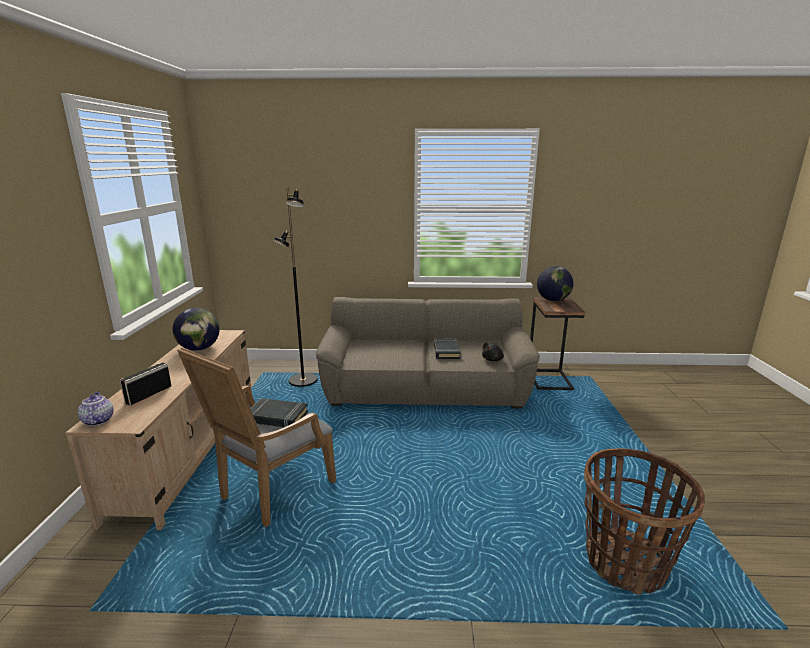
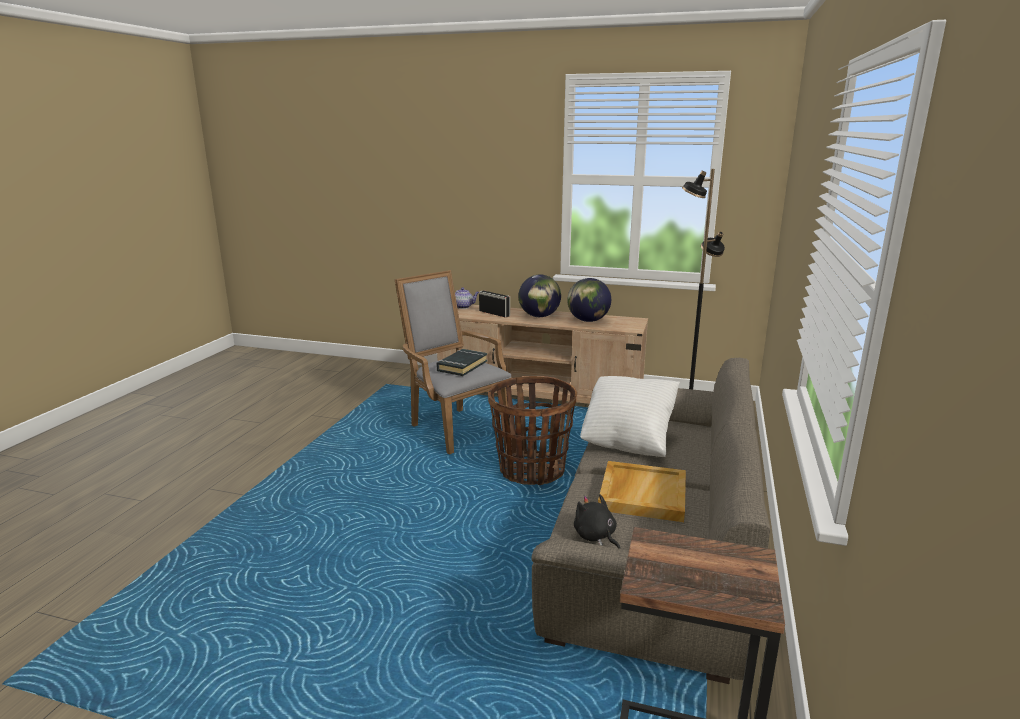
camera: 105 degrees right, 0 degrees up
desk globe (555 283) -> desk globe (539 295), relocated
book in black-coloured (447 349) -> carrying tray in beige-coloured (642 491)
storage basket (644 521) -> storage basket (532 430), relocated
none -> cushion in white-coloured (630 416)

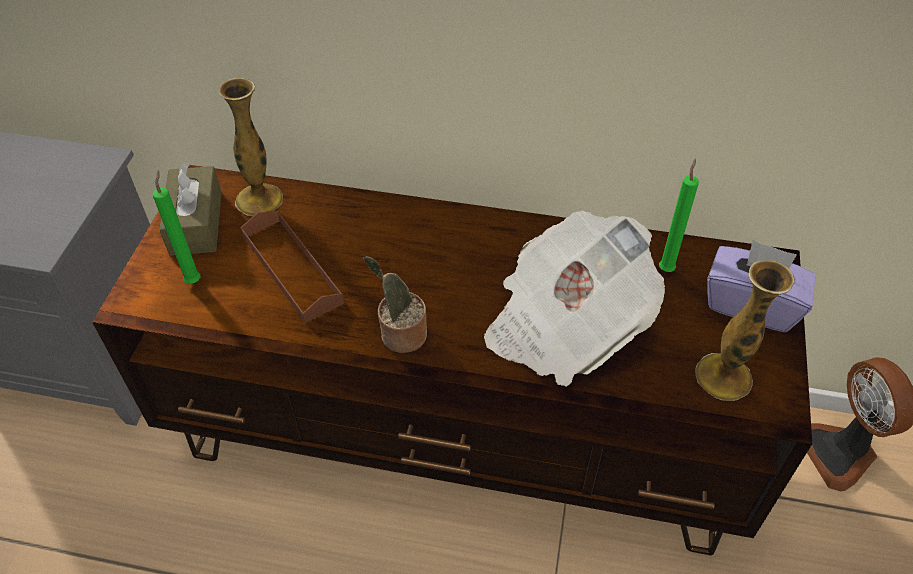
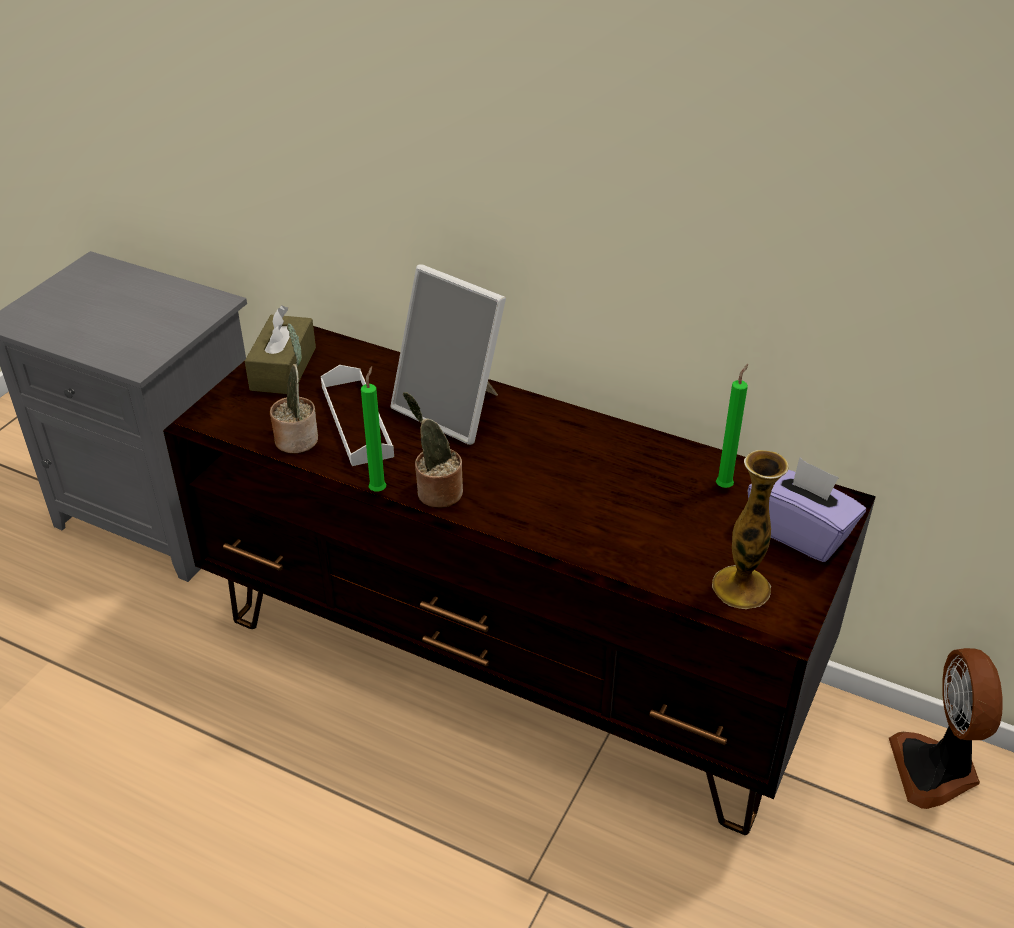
camera: 15 degrees right, 10 degrees down
decorative vase (251 147) -> none
wax candle in green (176 227) -> wax candle in green (373 429), relocated
daily paper (574 298) -> none
carrying tray in brown-coloured (292 267) -> carrying tray in white-coloured (357 415)
none -> photo frame (448 354)
none -> houseplant (294 388)

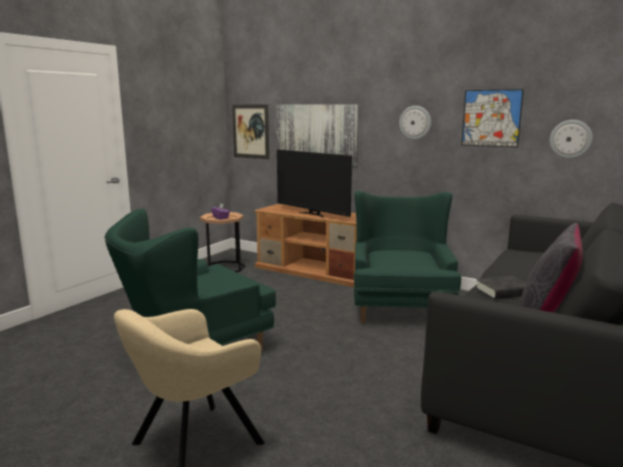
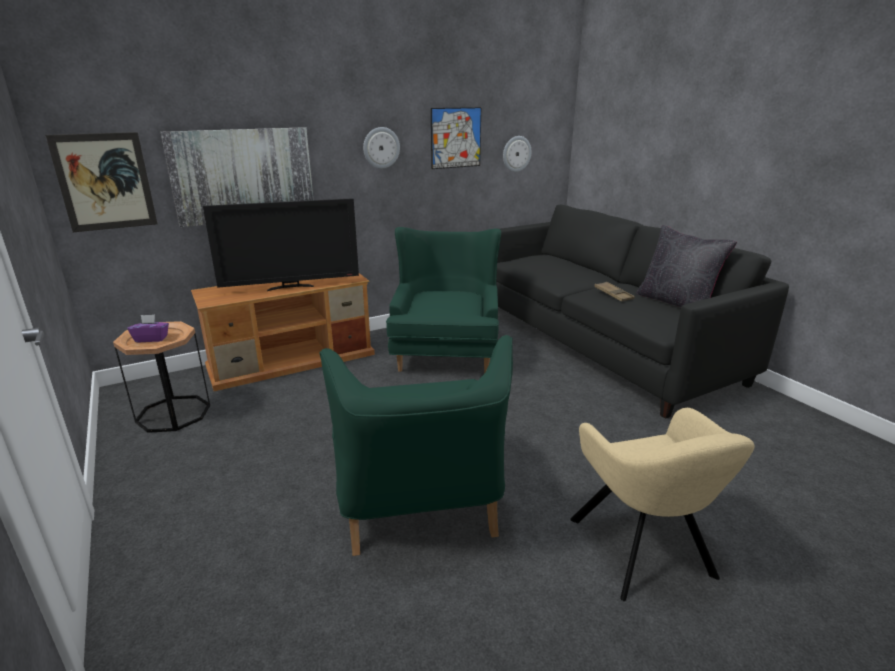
camera: 60 degrees left, 10 degrees up
easy chair in green (408 257) -> easy chair in green (443 300), 60 degrees clockwise
book in black-coloured (501 287) -> carrying tray in brown-coloured (614 292)

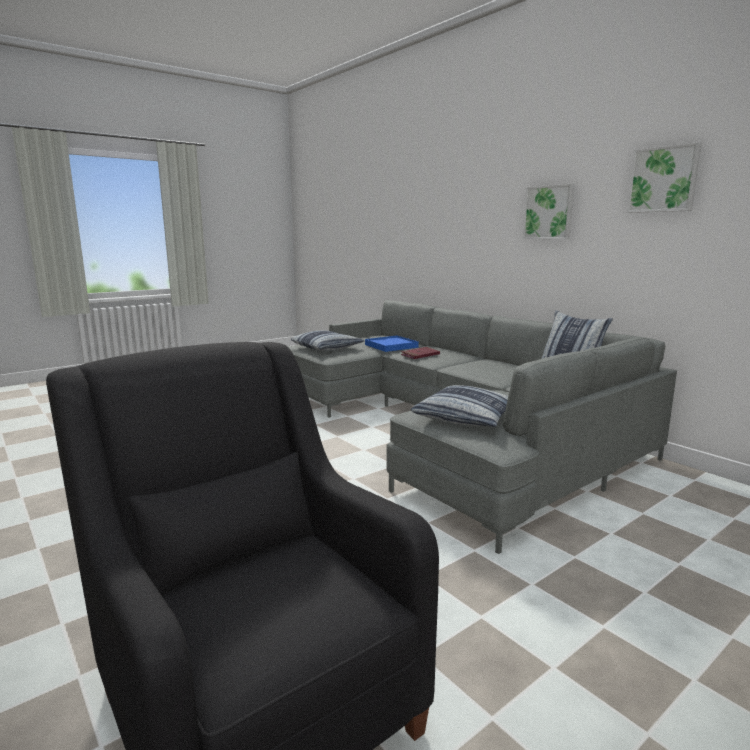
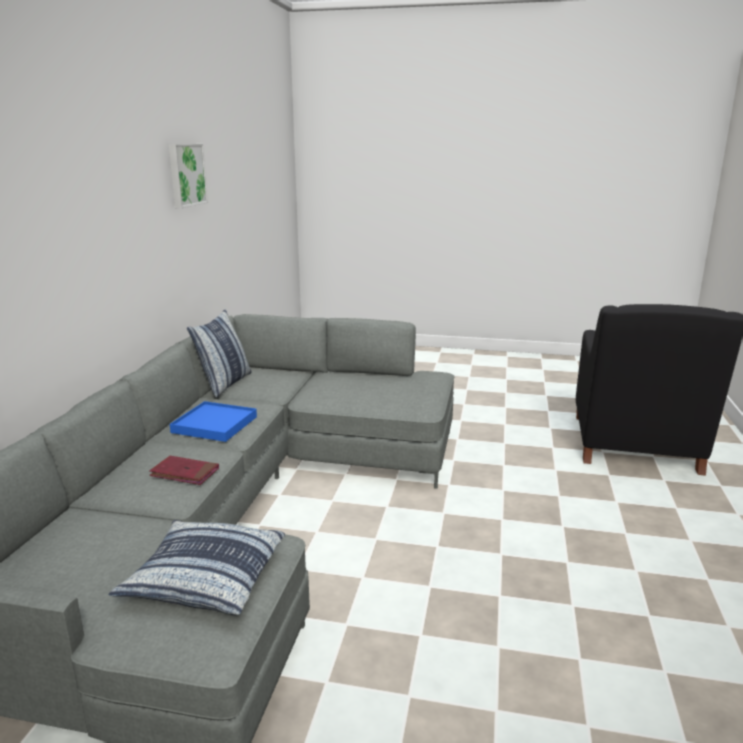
camera: 130 degrees left, 5 degrees up
wall picture (549 211) -> none
carrying tray in blue-coloured (392 344) -> carrying tray in blue-coloured (213 421), relocated
cushion (459 406) -> none

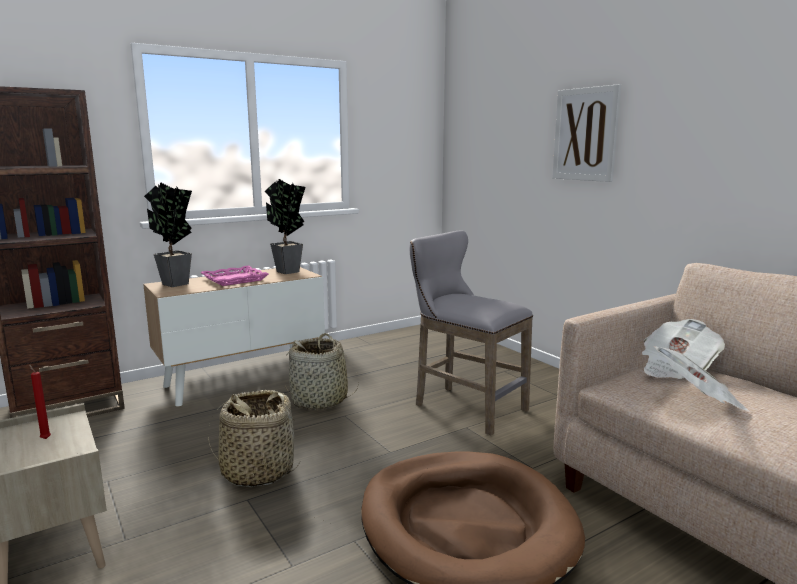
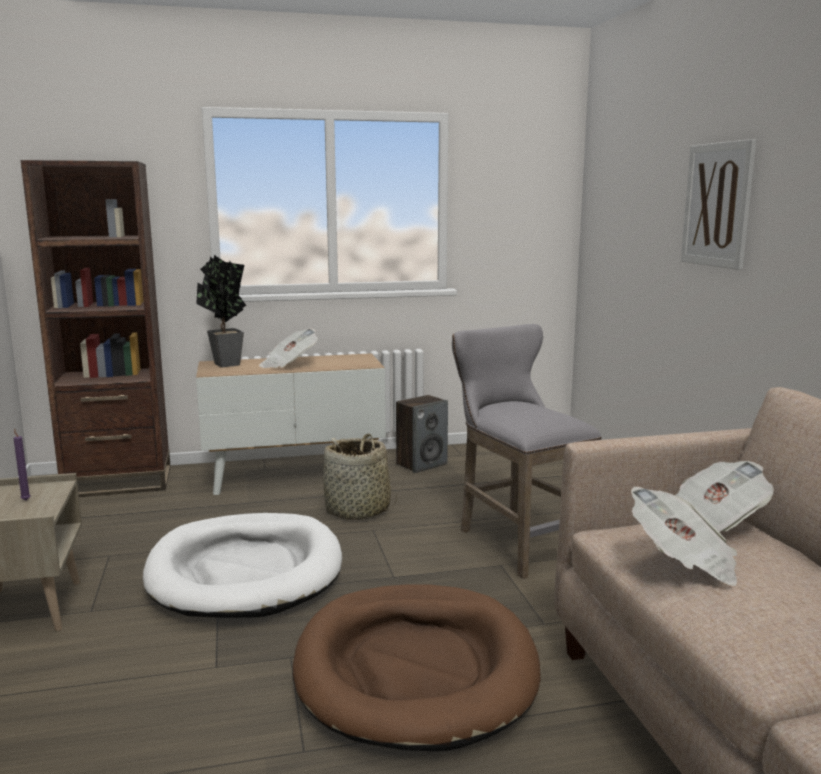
camera: 20 degrees right, 0 degrees up
houseplant (285 226) -> none
carrying tray in pinkish (234 275) -> daily paper (288 348)
wax candle in red-coloured (40 401) -> wax candle in purplish (22 464)
storage basket (254 438) -> dog bed in white-coloured (242 565)
none -> audio speaker (422 434)

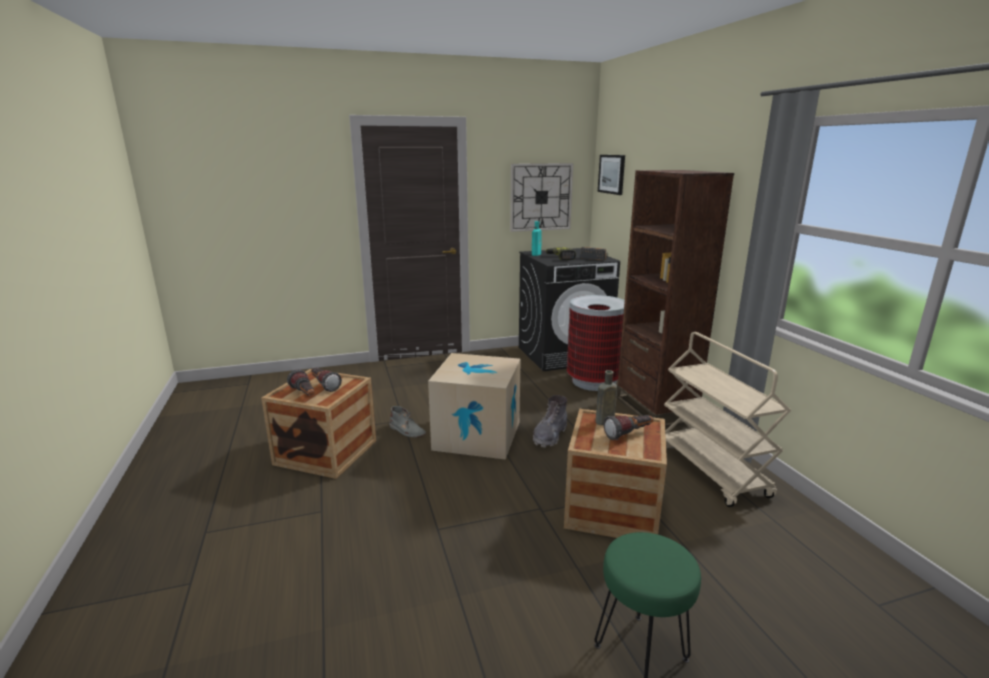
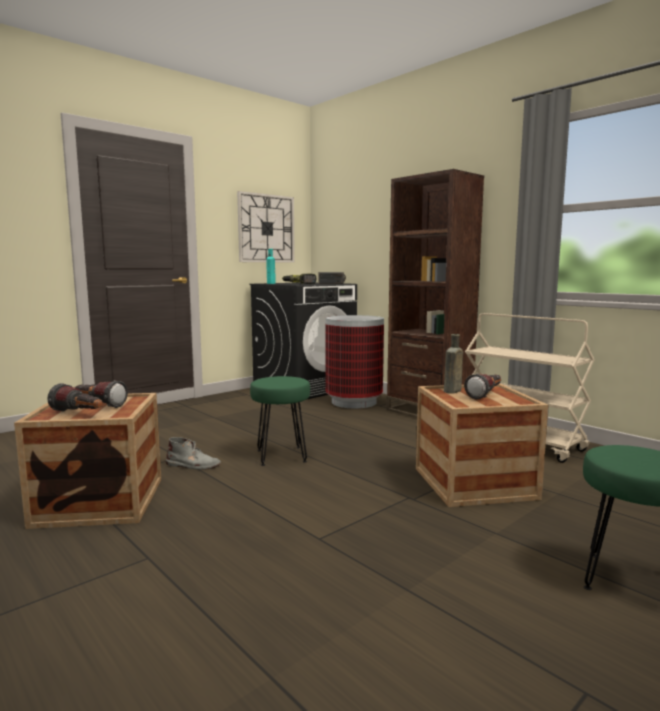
camera: 25 degrees left, 10 degrees down
wall picture (611 175) -> none
packing box (474 406) -> sitting stool in green (280 421)
high-top boot in greyish (550 421) -> none

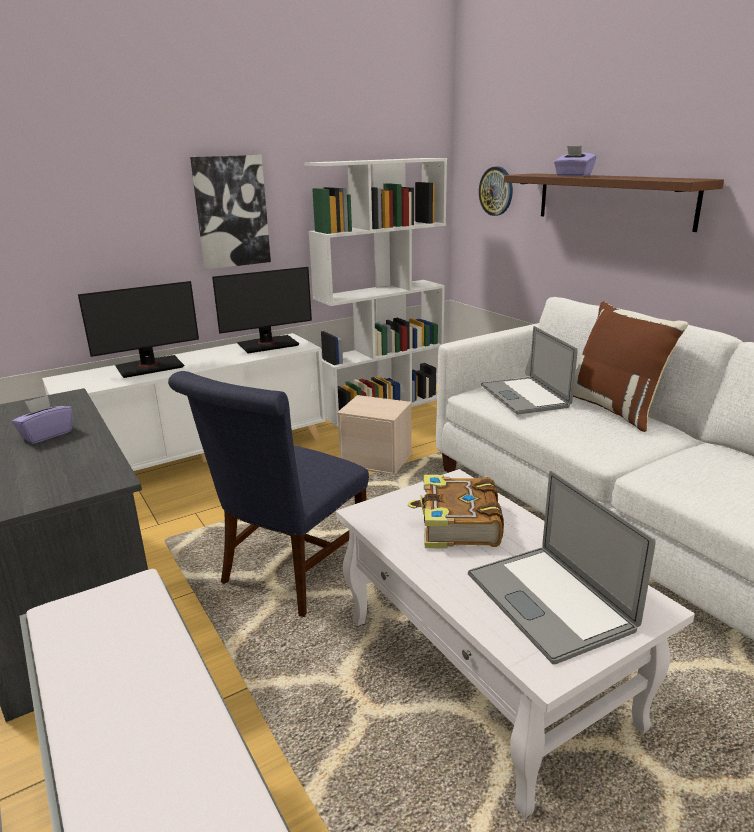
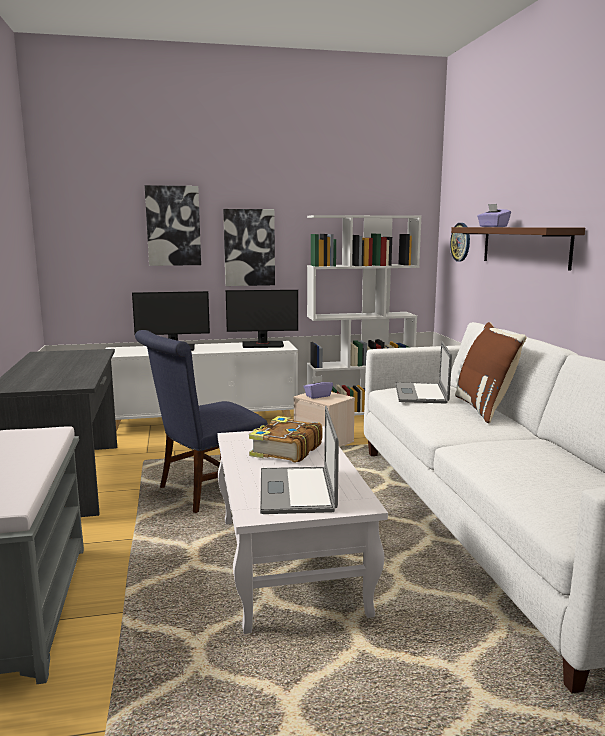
camera: 20 degrees right, 10 degrees down
tissue box in purplish (42 419) -> tissue box in purplish (318 387), relocated
none -> wall picture (173 225)

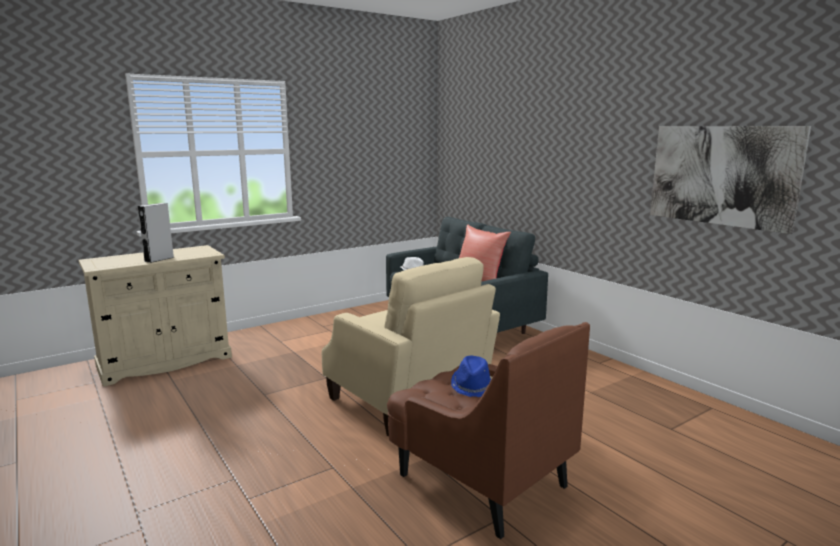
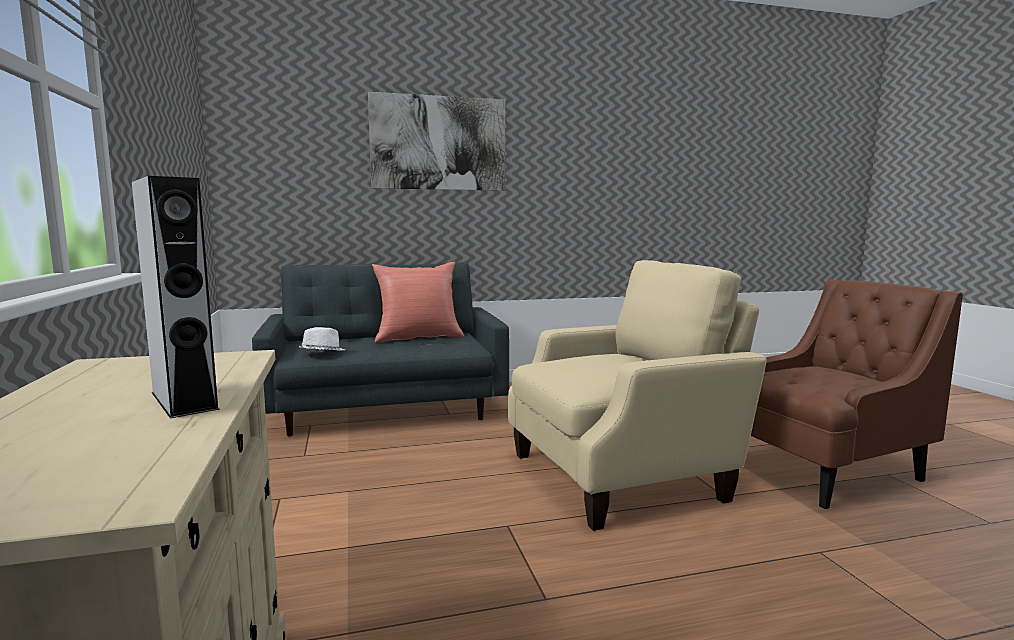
camera: 70 degrees left, 5 degrees down
wall picture (730 180) -> wall picture (436 141), relocated
wearable hat in blue-coloured (471 376) -> none

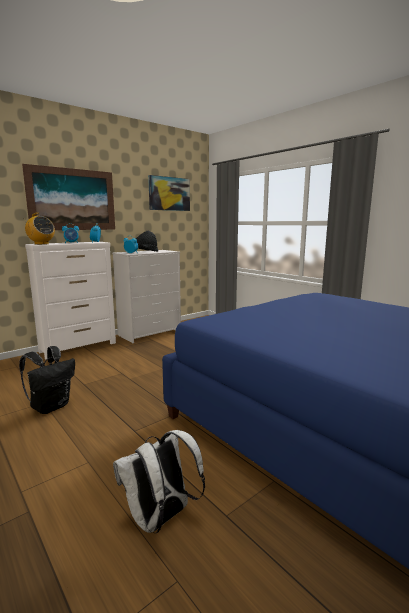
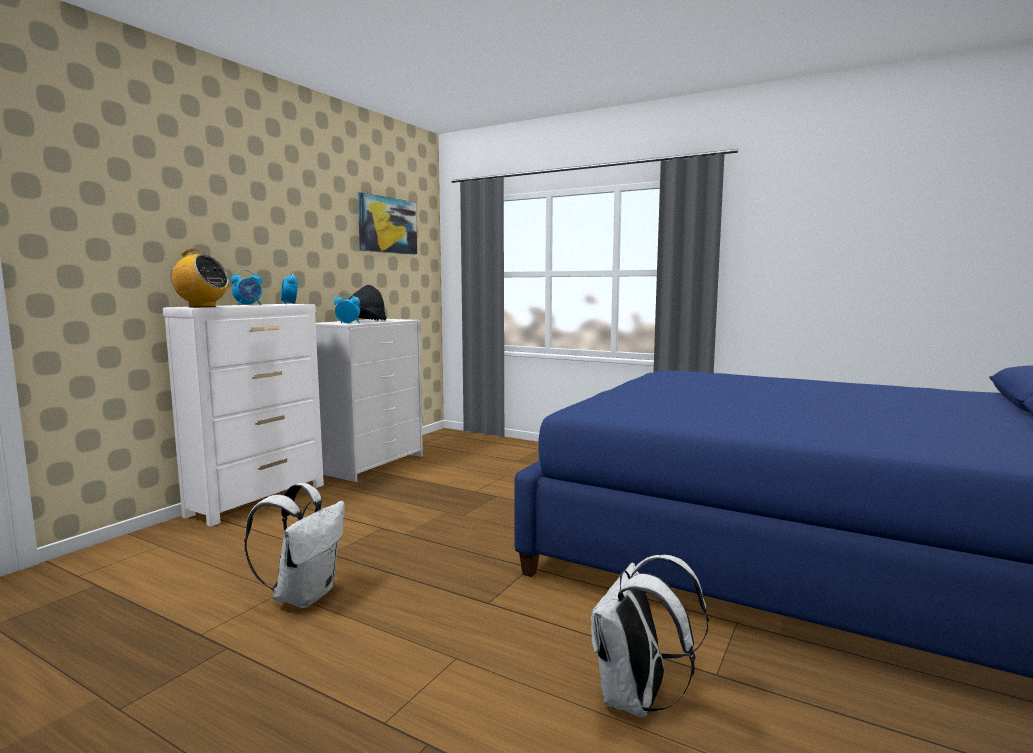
camera: 20 degrees left, 5 degrees down
wall picture (68 197) -> none
rucksack in black-coloured (47 380) -> rucksack in white-coloured (294 545)

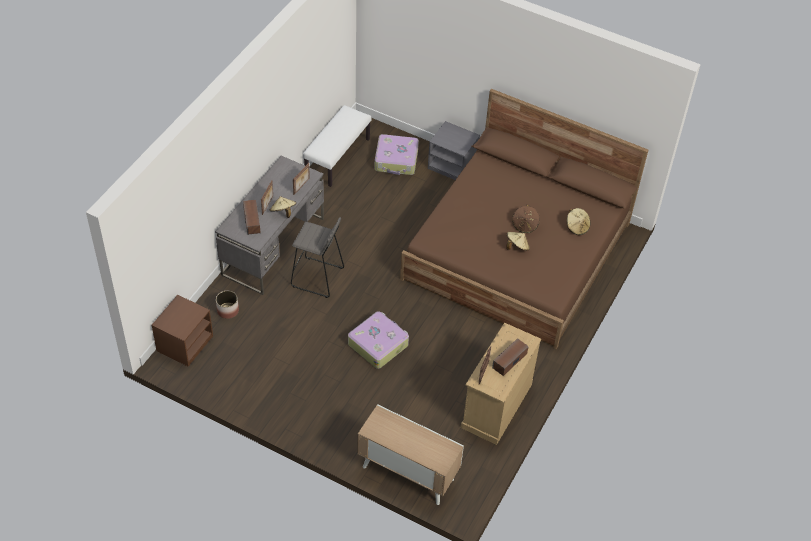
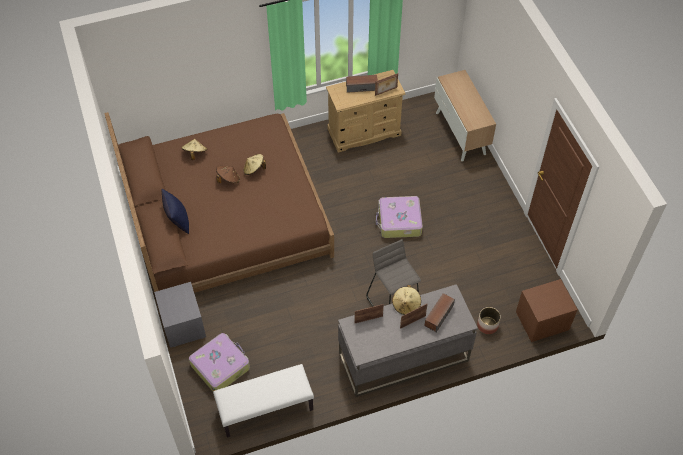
camera: 135 degrees left, 5 degrees up
none -> cushion in blue-coloured (175 211)

